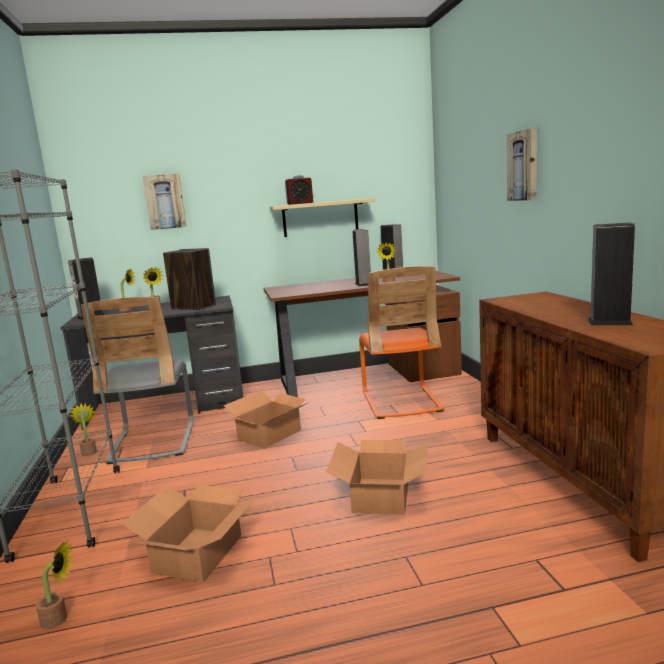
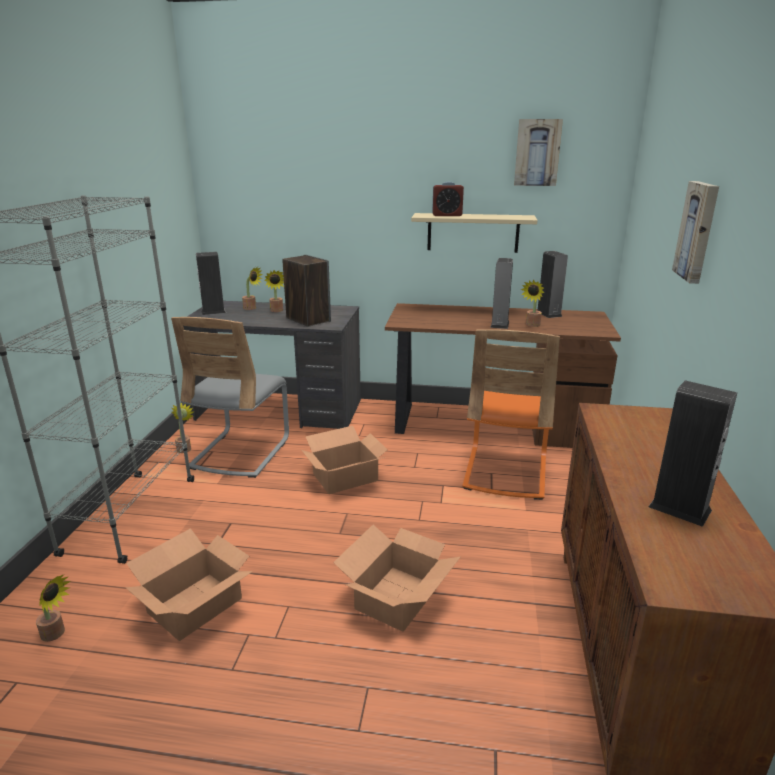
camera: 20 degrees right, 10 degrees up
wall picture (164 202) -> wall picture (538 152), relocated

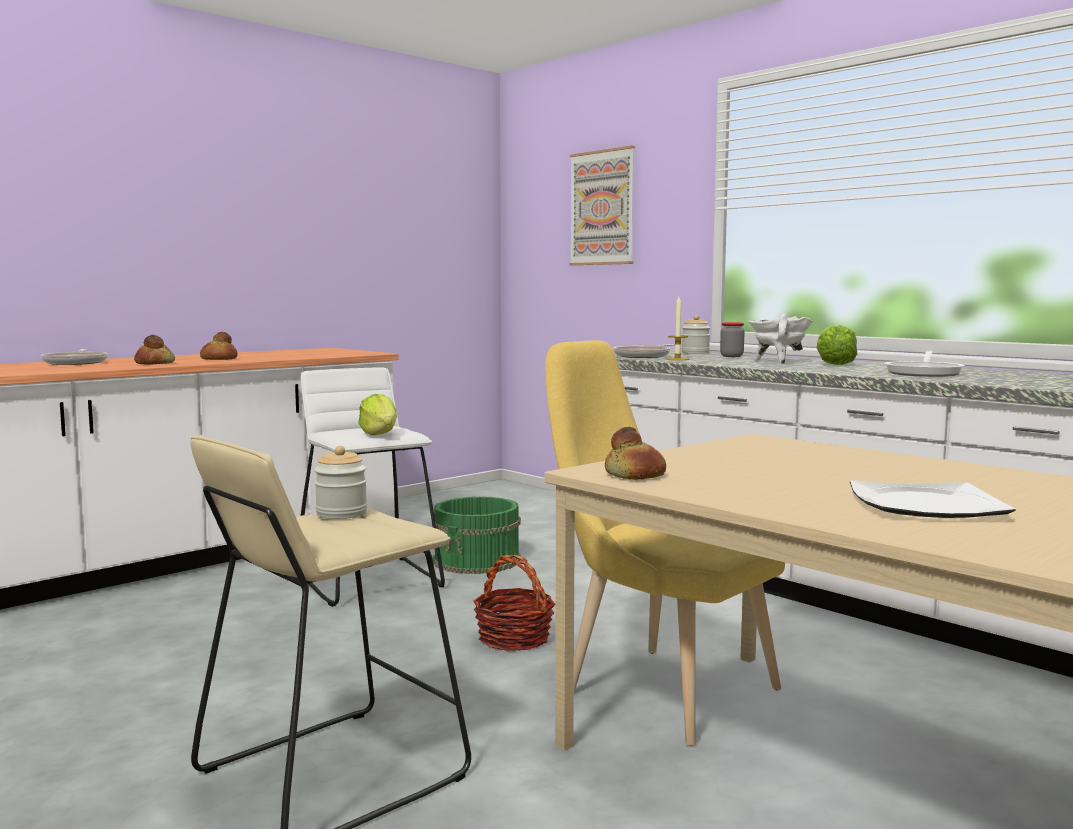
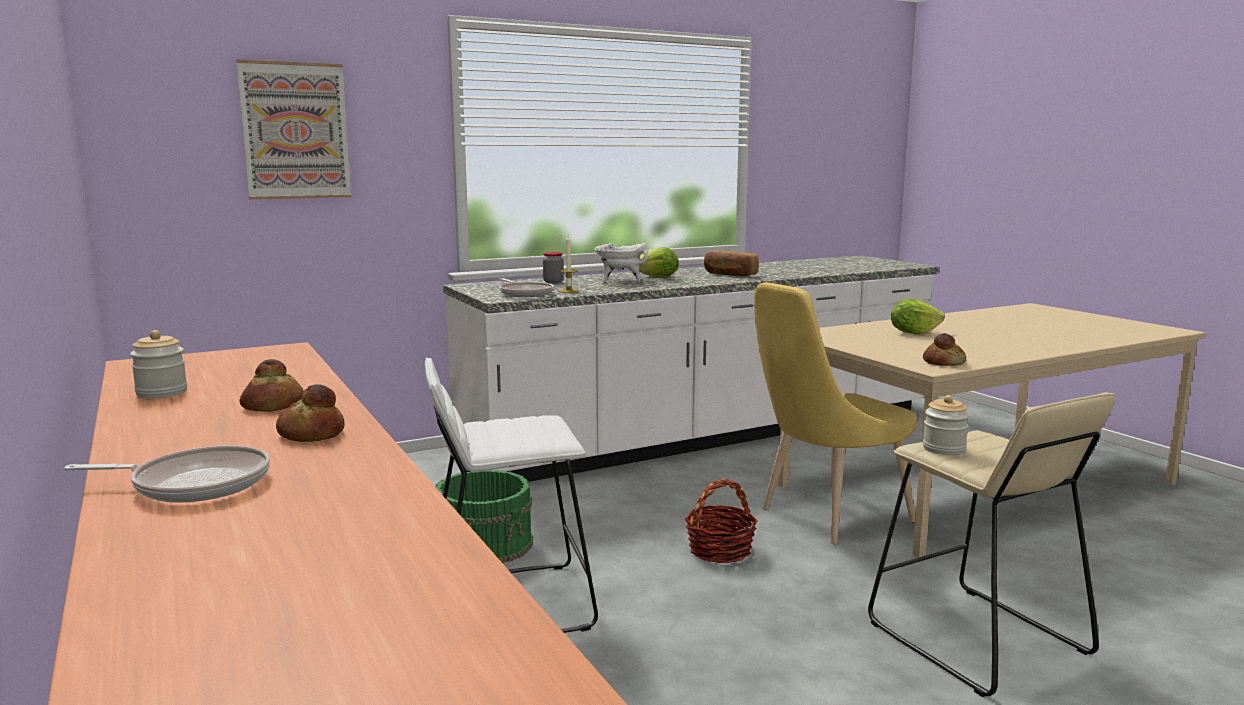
camera: 75 degrees left, 5 degrees up
jar (696 334) -> jar (159 364), relocated
frying pan (924 364) -> bread (731 263)
lettuce head (378 414) -> lettuce head (918 317), relocated
flat dish (933 499) -> none

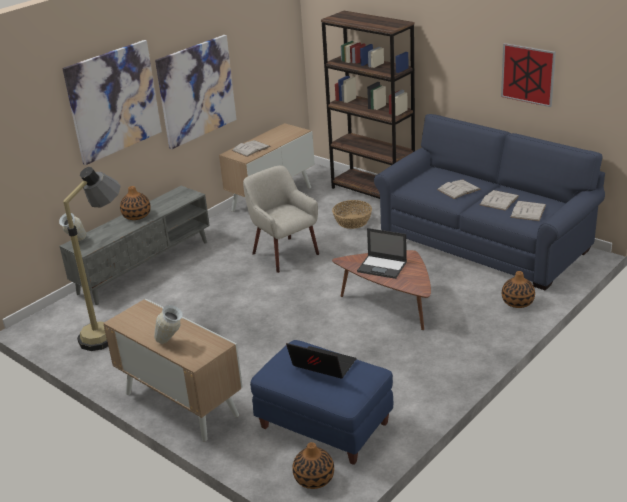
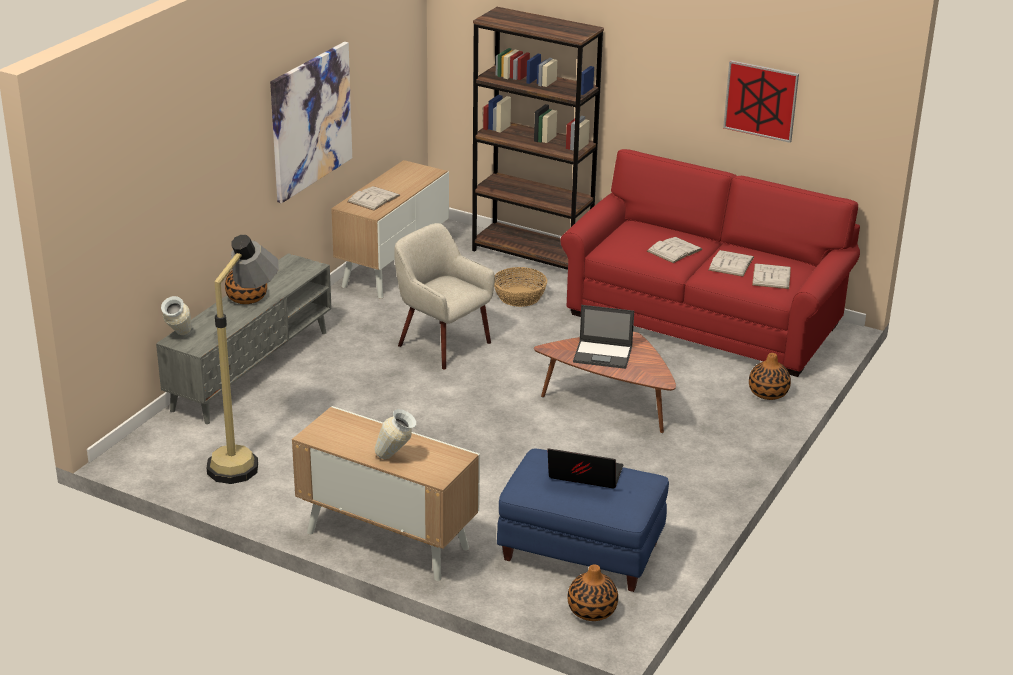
camera: 15 degrees left, 0 degrees up
wall picture (112 102) -> none
settee in blue-coloured (489 202) -> settee in red-coloured (710 263)

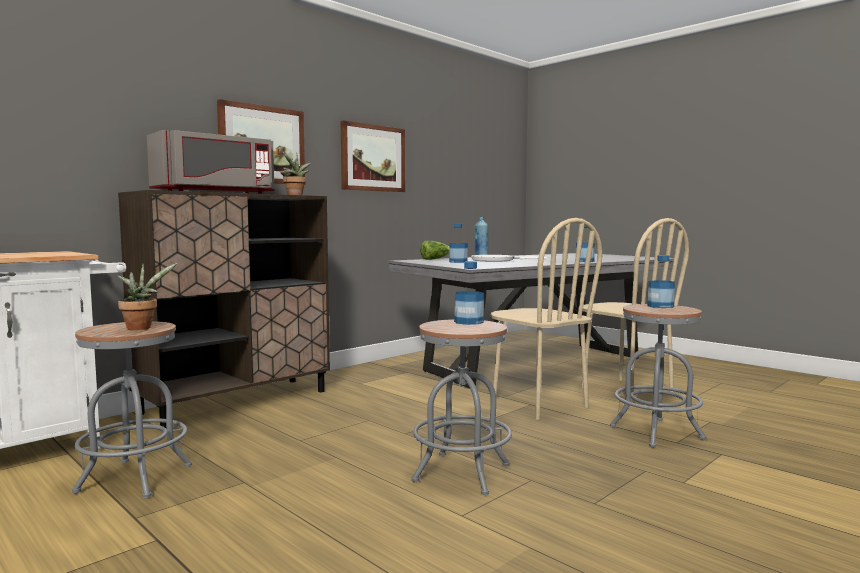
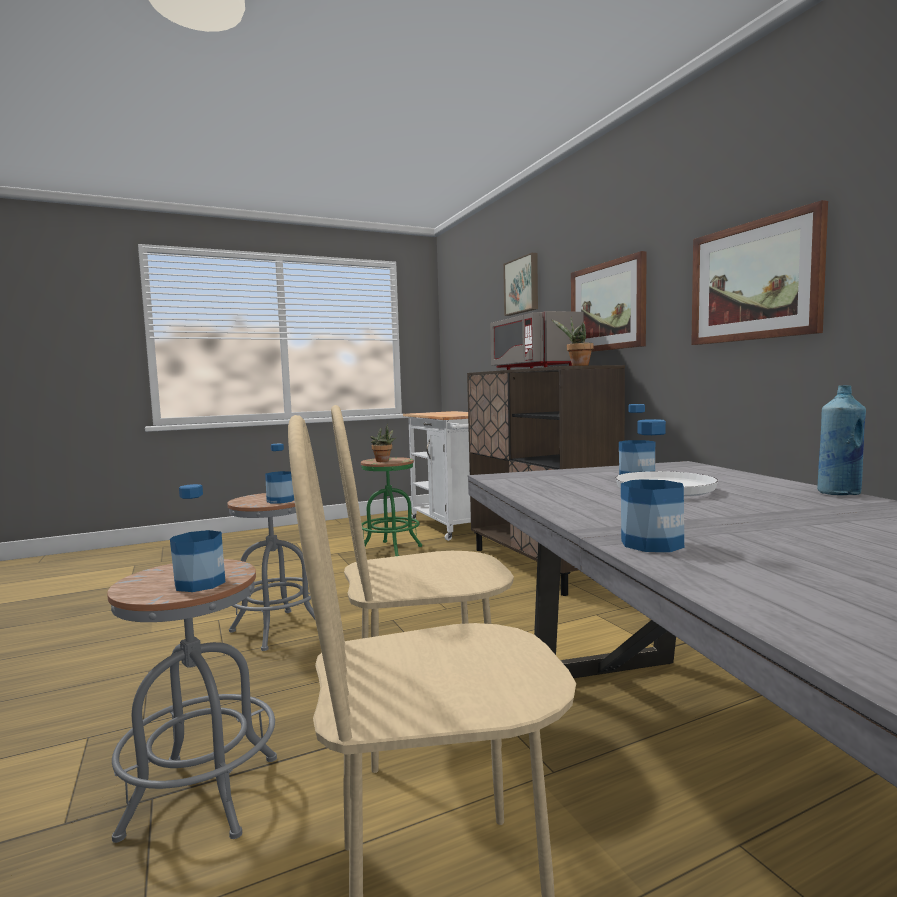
camera: 110 degrees right, 0 degrees up
lettuce head (434 250) -> none
sitting stool in greyish (132 409) -> sitting stool in green (391 506)
none -> wall picture (520 284)

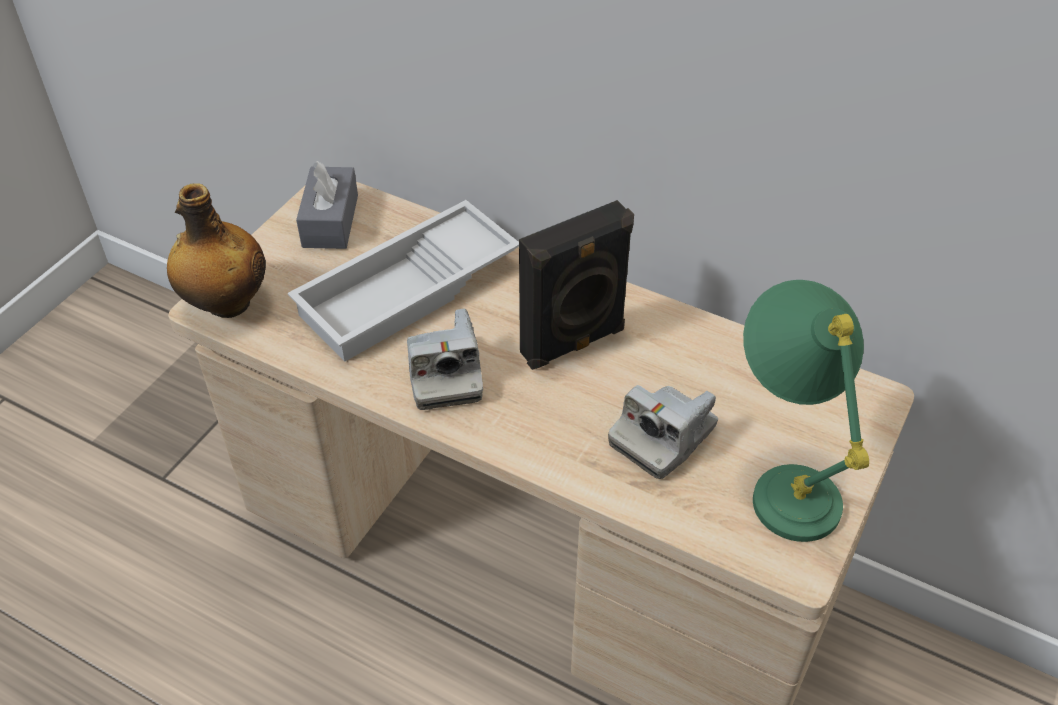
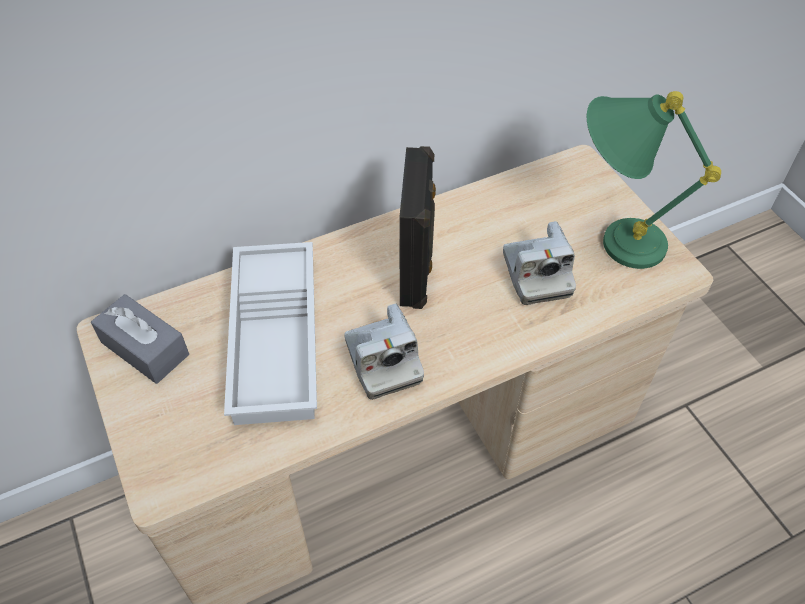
camera: 55 degrees left, 5 degrees up
bottle (216 251) -> none
still camera (445 359) -> still camera (384 352), 45 degrees clockwise

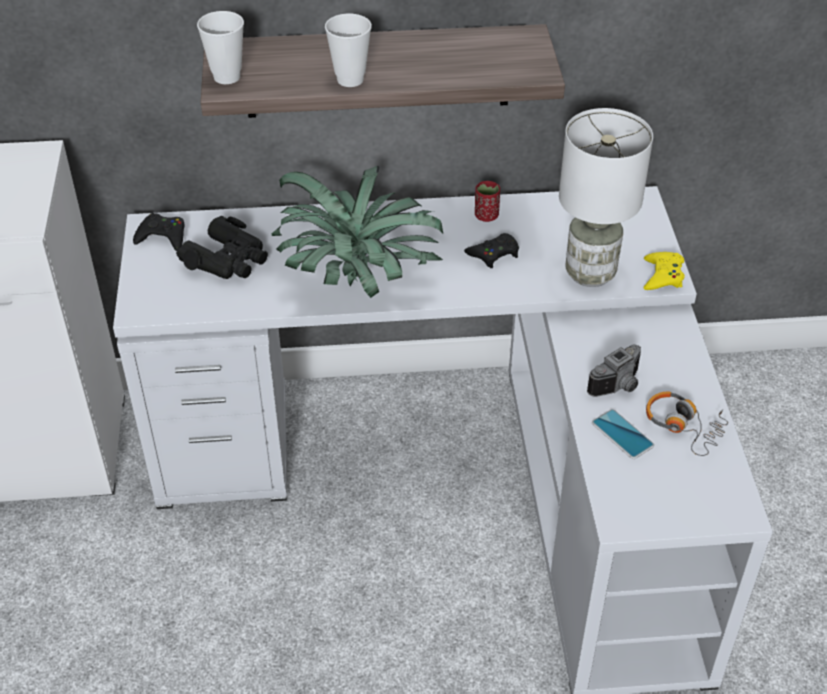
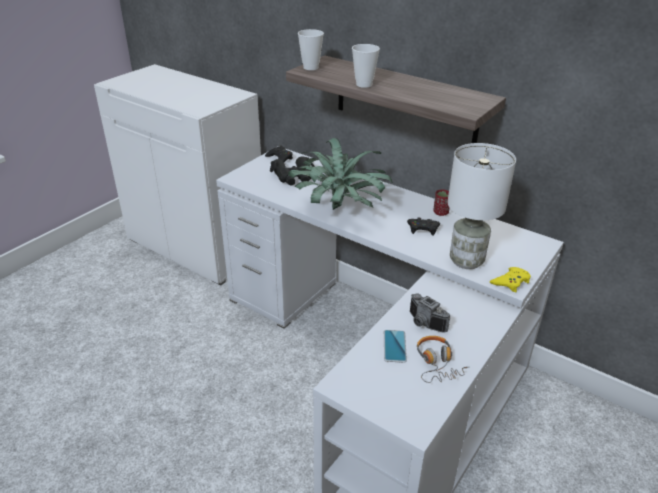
camera: 40 degrees right, 10 degrees down
still camera (614 371) -> still camera (430 313), 45 degrees clockwise

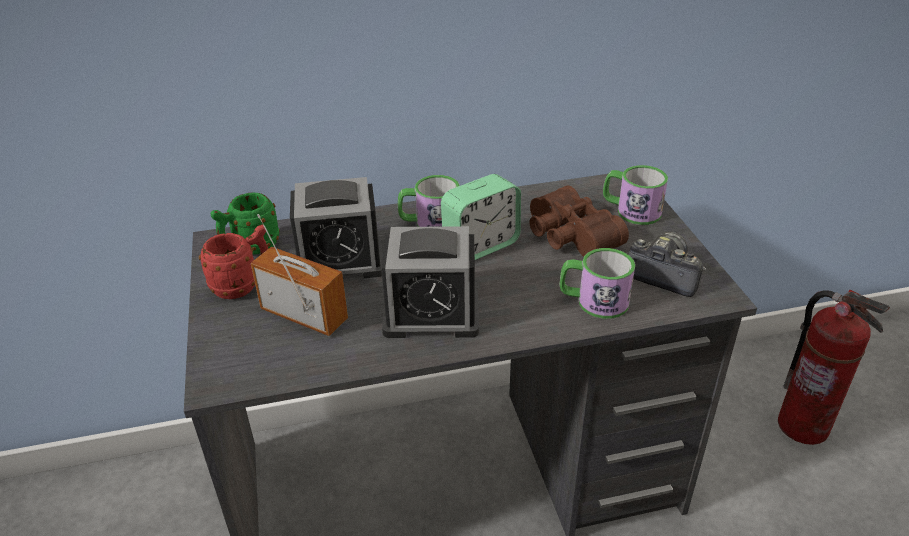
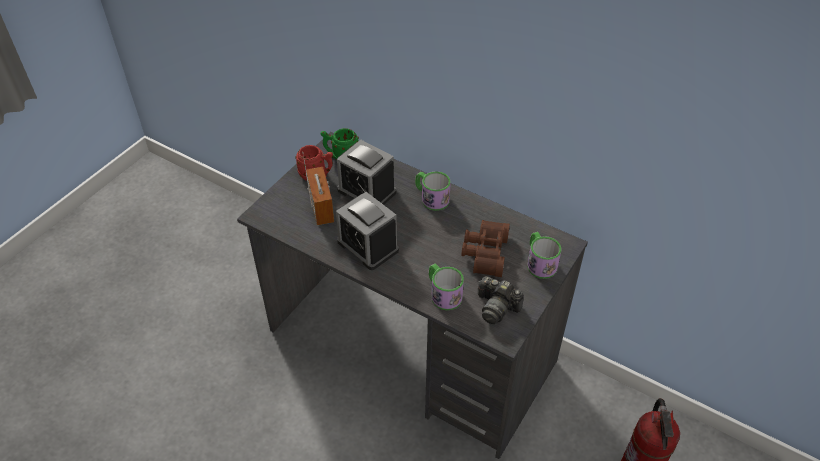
camera: 45 degrees right, 10 degrees up
bedside clock (481 217) -> none
still camera (667 264) -> still camera (501 300), 135 degrees clockwise

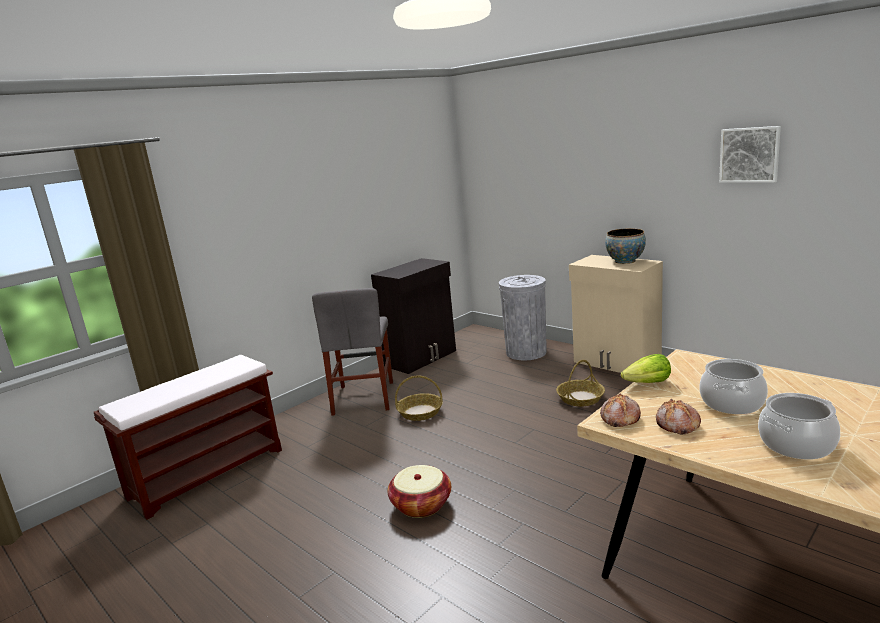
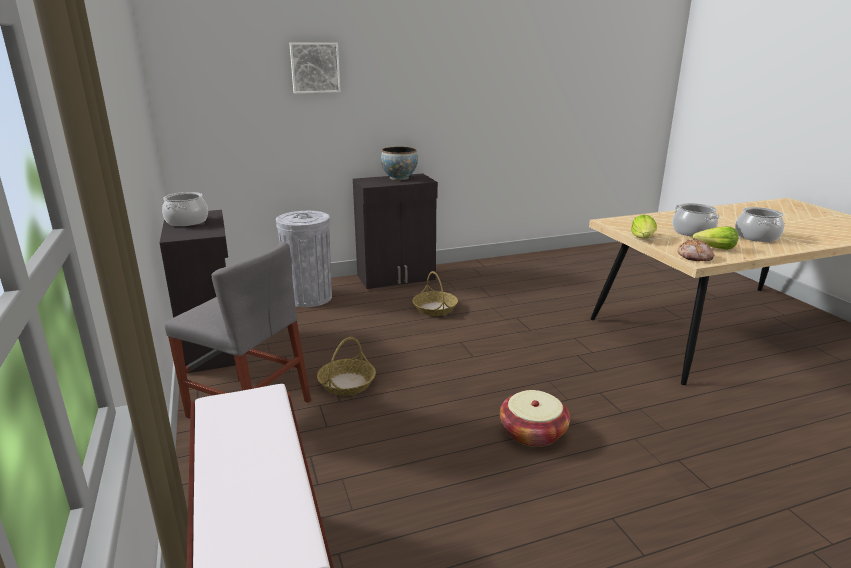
camera: 65 degrees left, 5 degrees up
wall picture (750 154) -> wall picture (315 68), relocated
storage cabinet in beige-coloured (616 314) -> storage cabinet in black-coloured (395 231)
bread (678 417) -> lettuce head (715 238)
none -> stockpot (185 209)

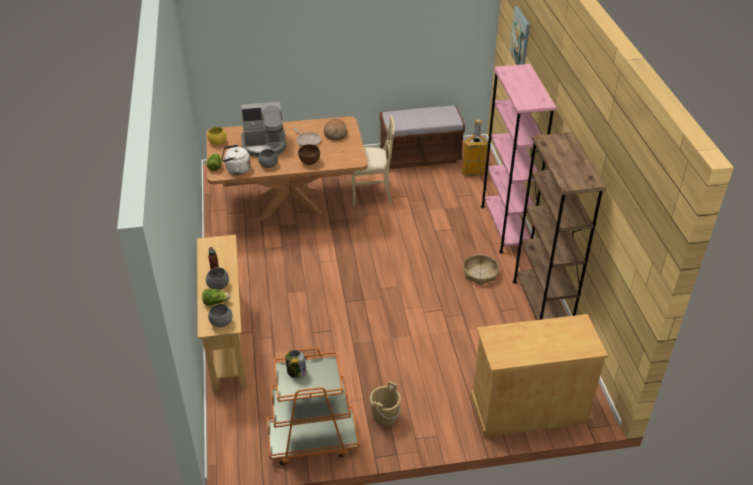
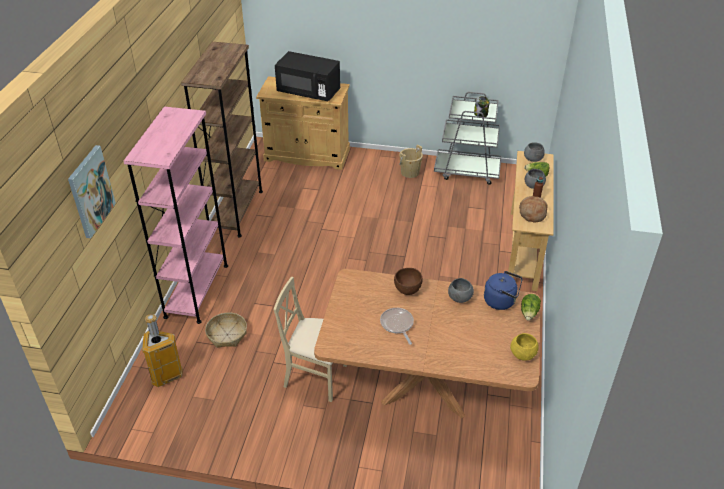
camera: 160 degrees left, 0 degrees up
coffee machine (263 129) -> none
indoor bench in brown-coloured (422 137) -> none
bread (335 129) -> bread (533 209), relocated
tea kettle in white-coloured (236 160) -> tea kettle in blue-coloured (503 290)
storage basket (481 270) -> storage basket (226 330), relocated
trolley in orange (313 406) -> trolley in greyish (467 138)
none -> kitchen microwave in black-coloured (308 76)

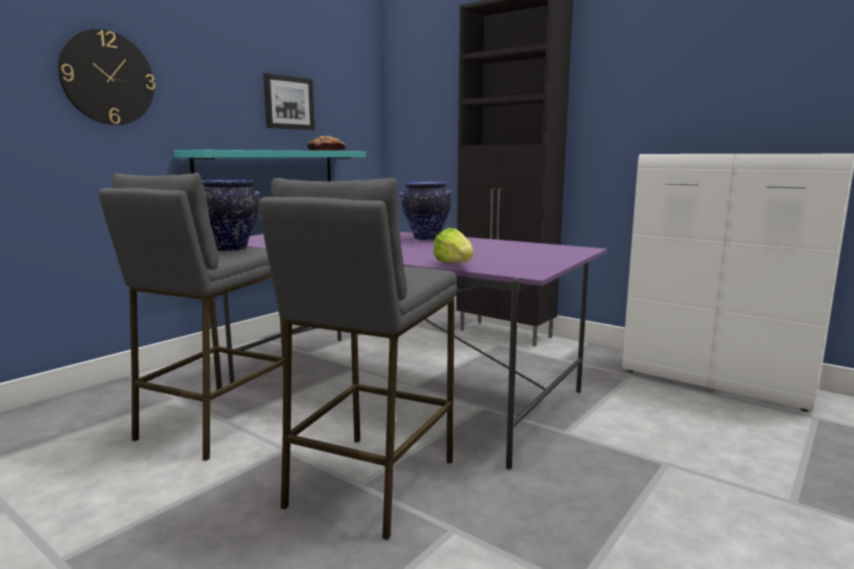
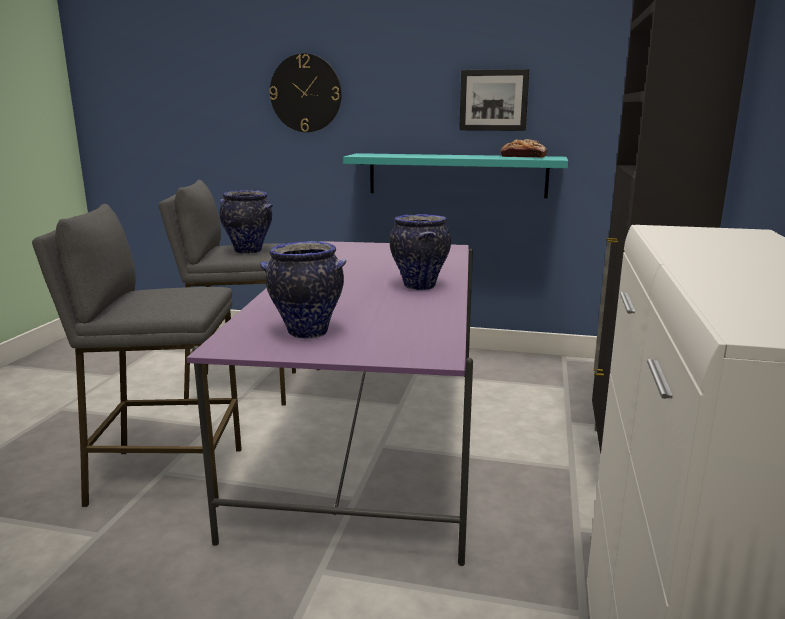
camera: 65 degrees right, 5 degrees up
lettuce head (453 245) -> none
none -> decorative vase (303 290)

